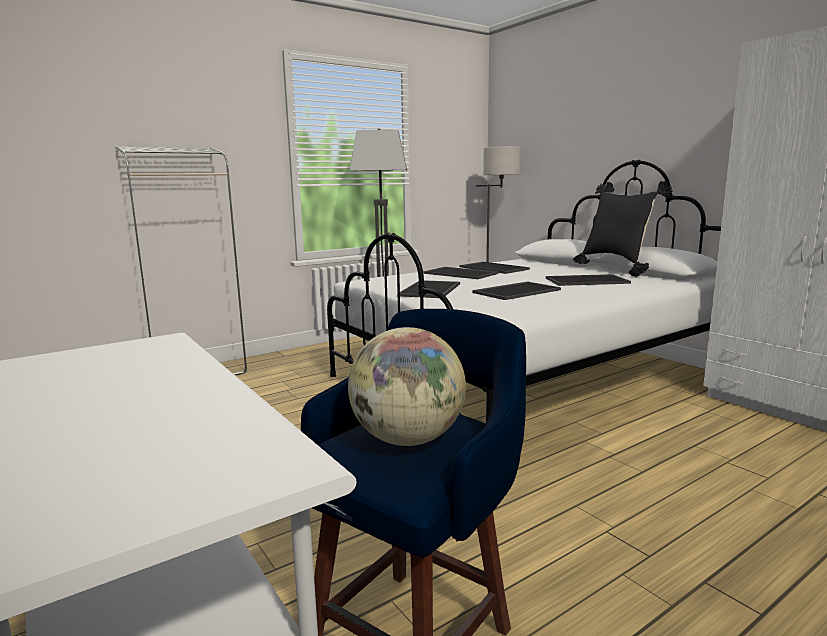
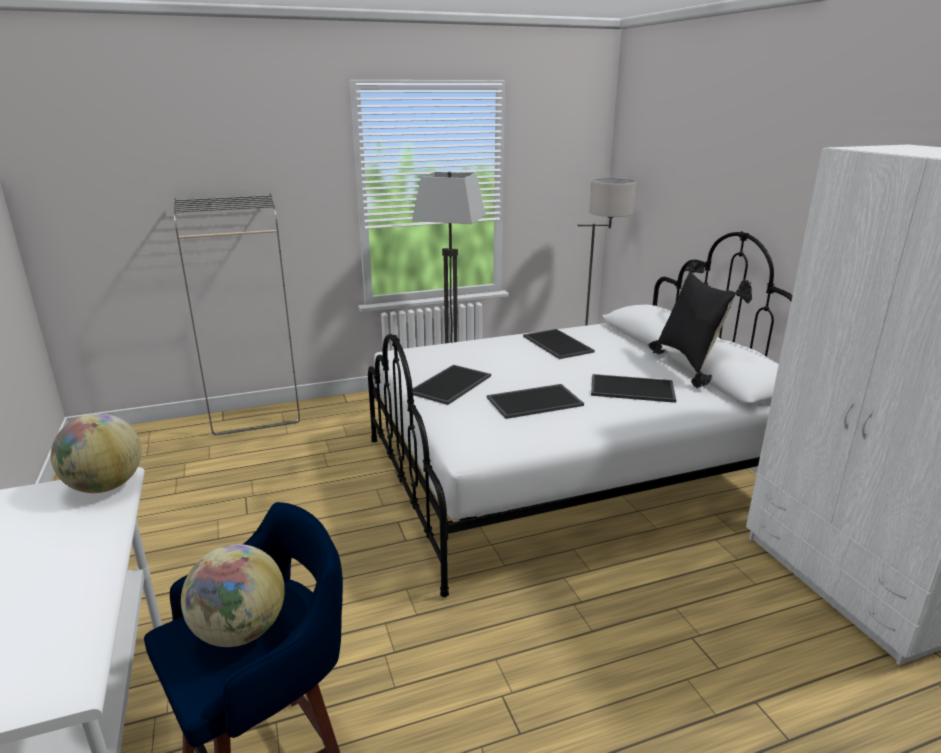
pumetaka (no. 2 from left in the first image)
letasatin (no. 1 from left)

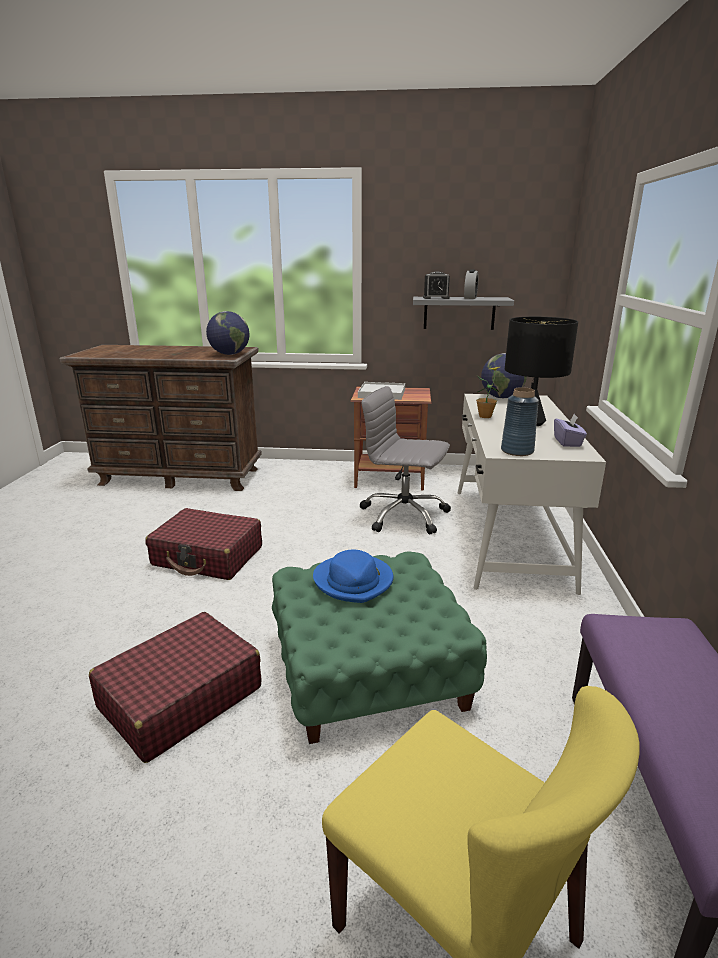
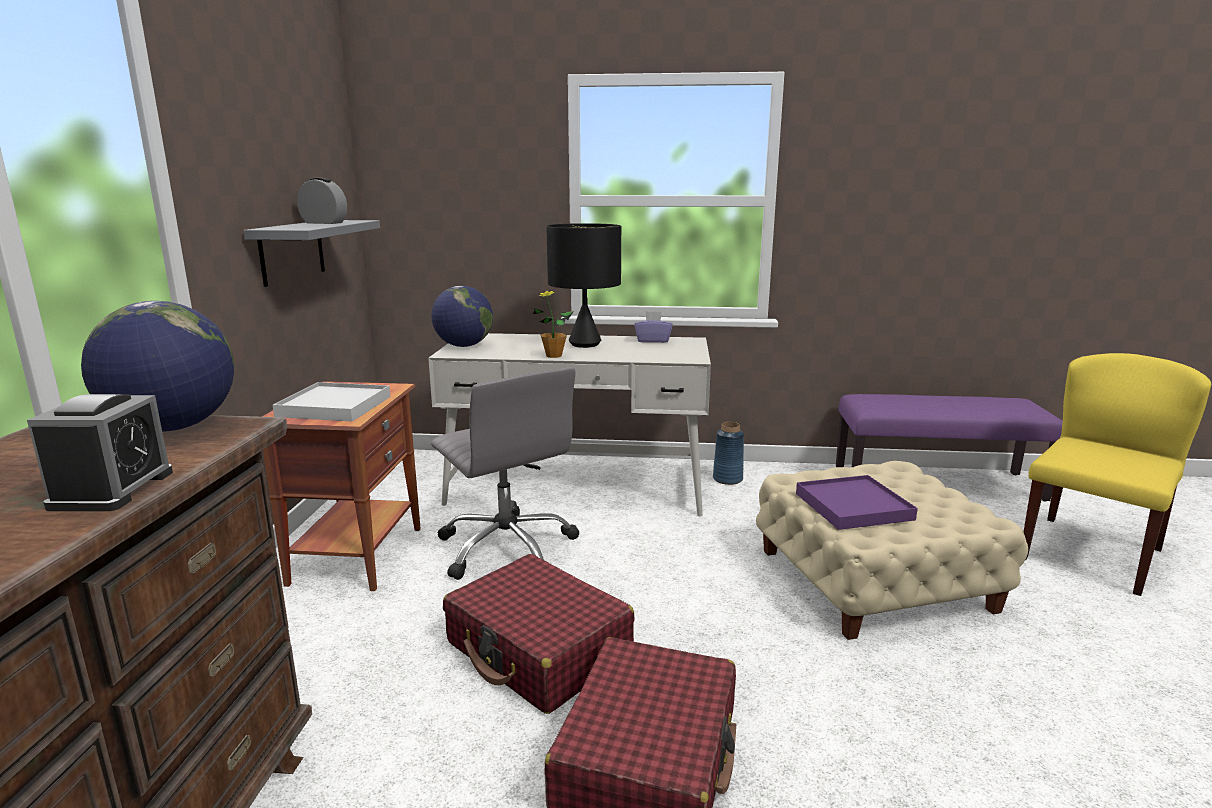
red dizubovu (no. 1 from left)
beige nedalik
purple pumetaka
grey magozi
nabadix (no. 1 from left)
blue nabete

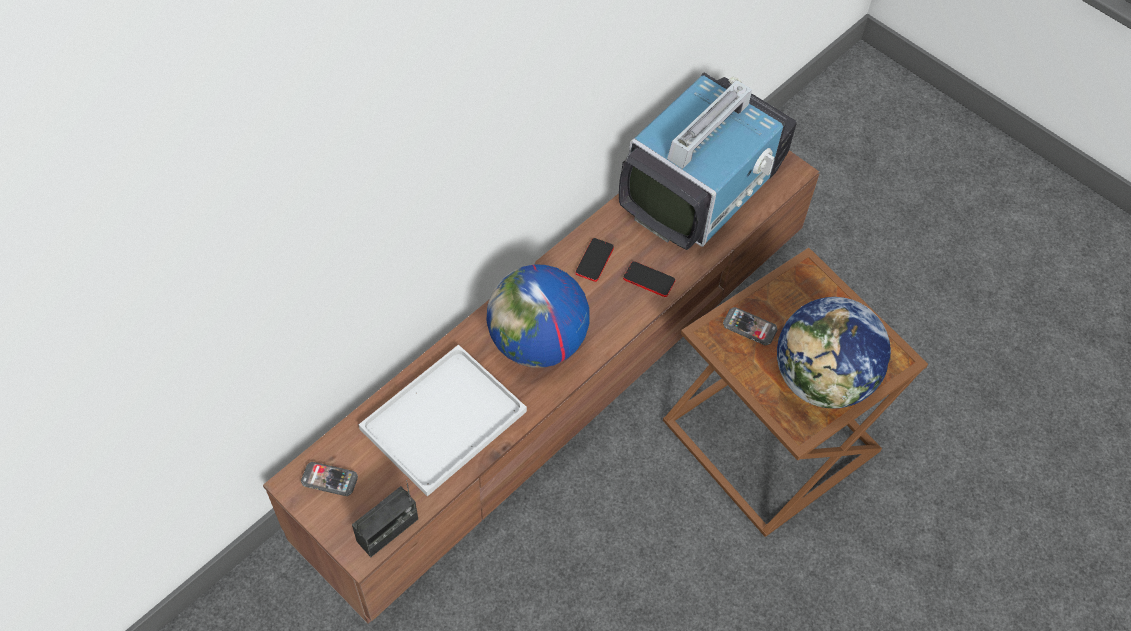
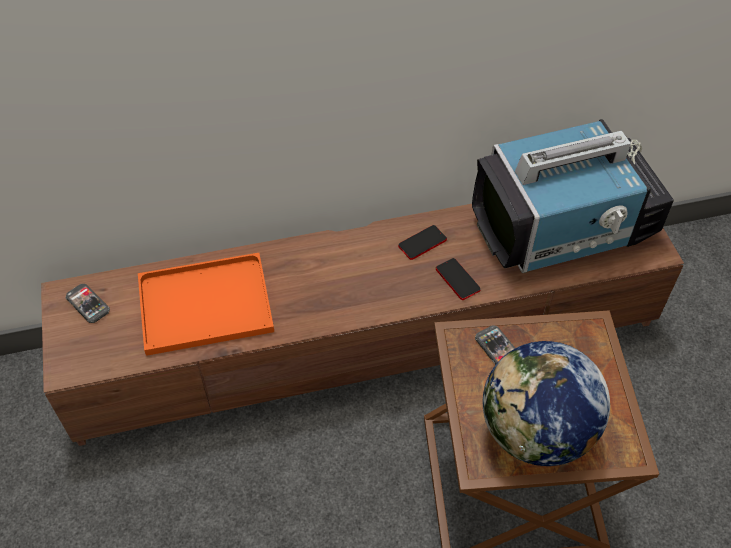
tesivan
orange pumetaka
letasatin (no. 1 from left in the first image)

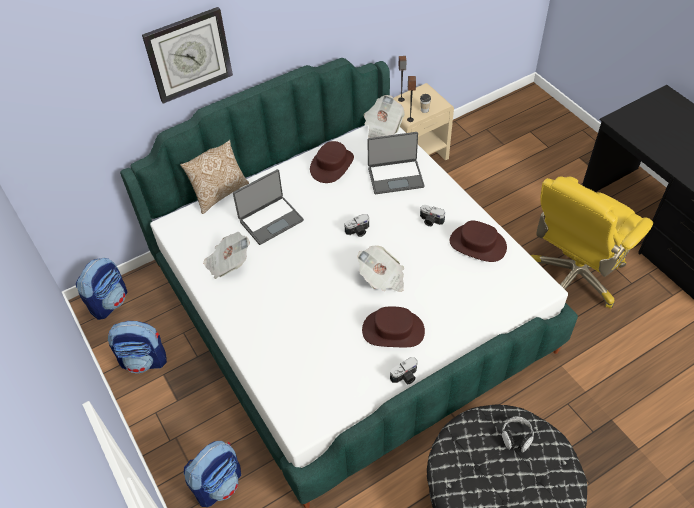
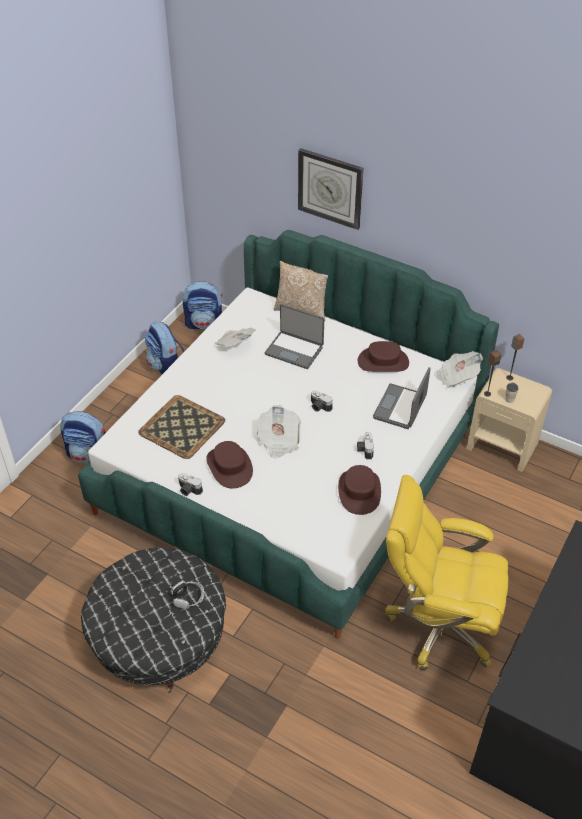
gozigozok (no. 2 from left)
pumetaka

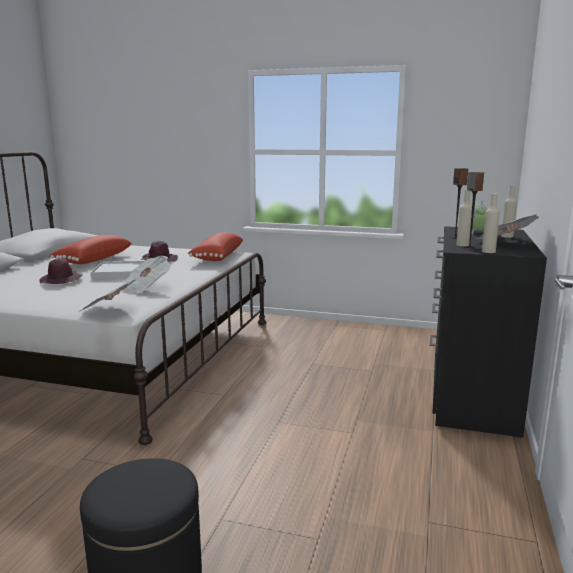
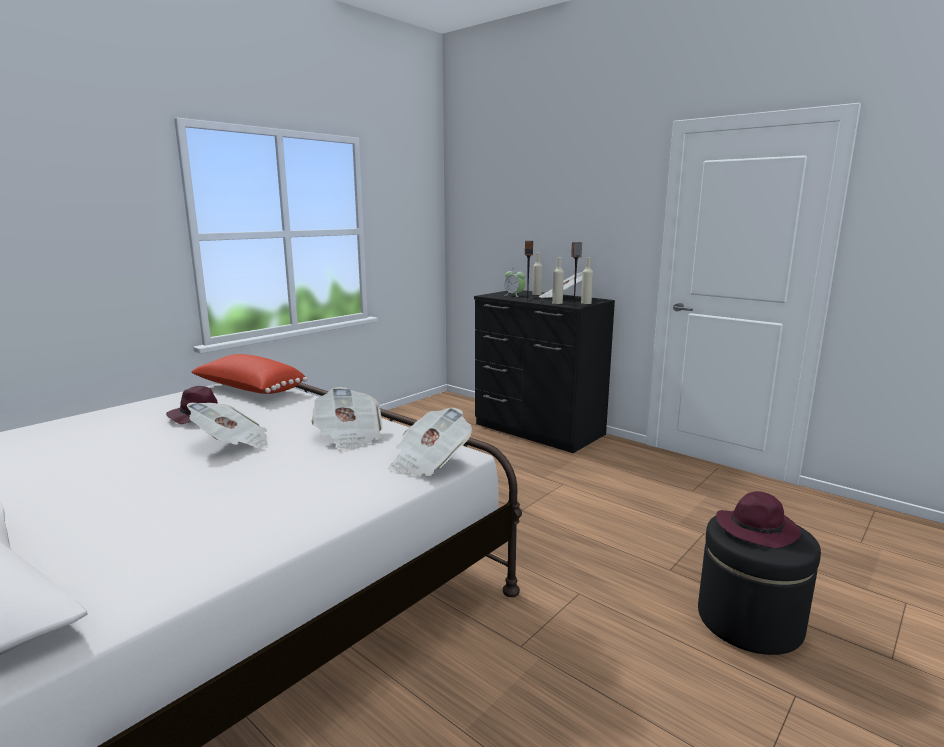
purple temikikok (no. 2 from left)
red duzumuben (no. 1 from left in the first image)
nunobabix (no. 1 from left)

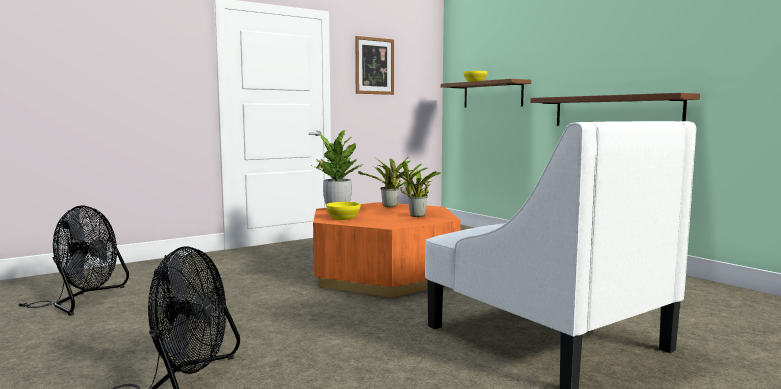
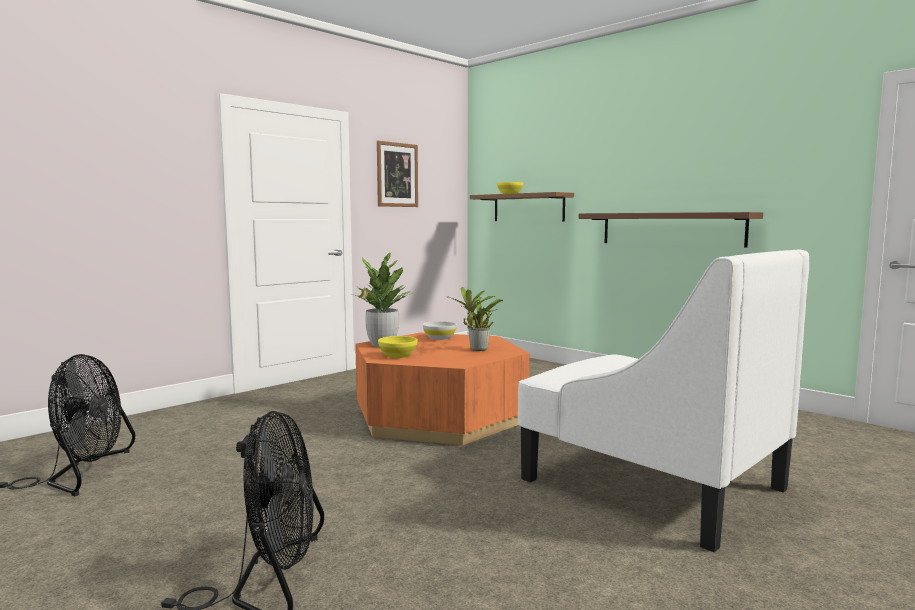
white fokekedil

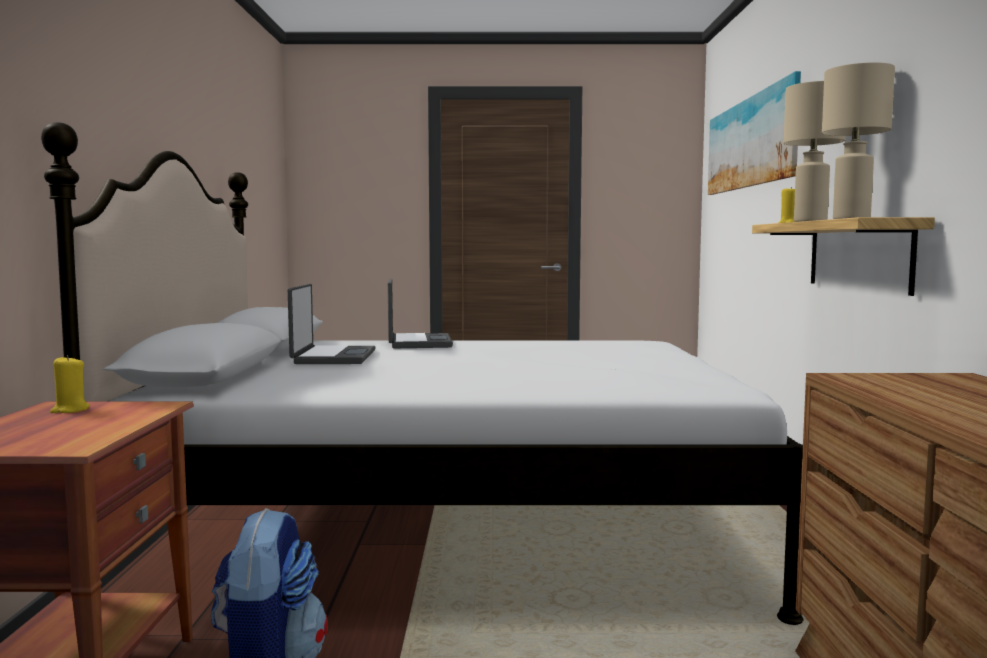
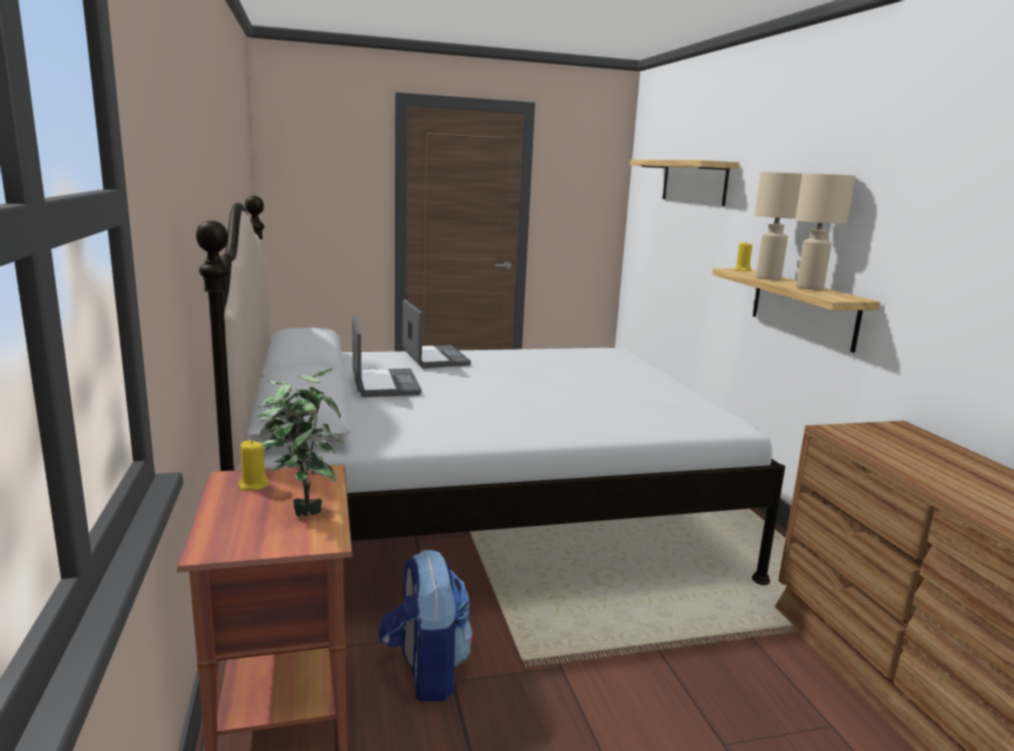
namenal (no. 1 from left)
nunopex

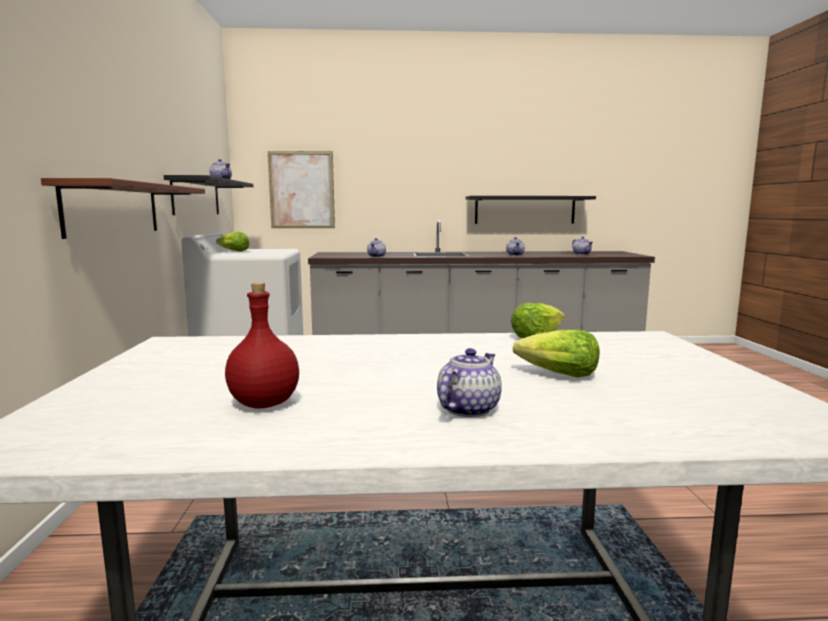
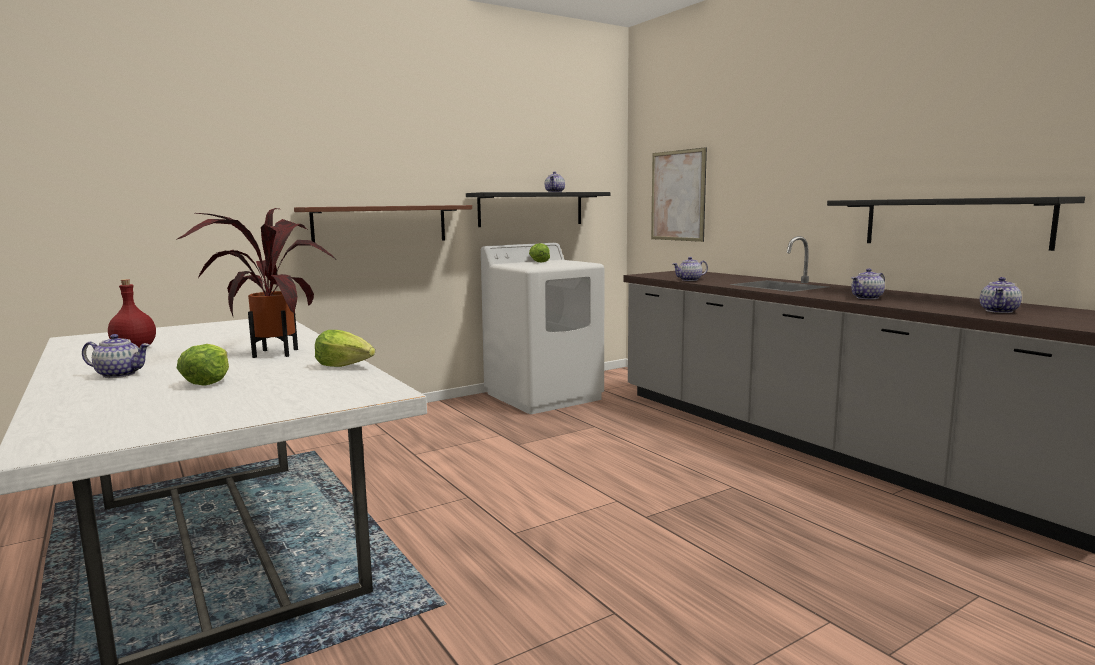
nunopex

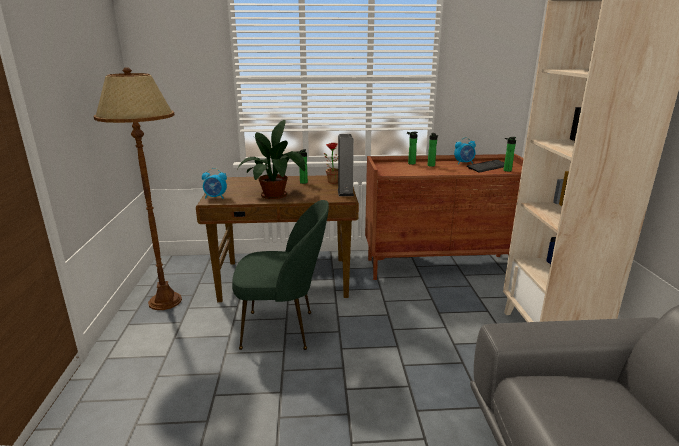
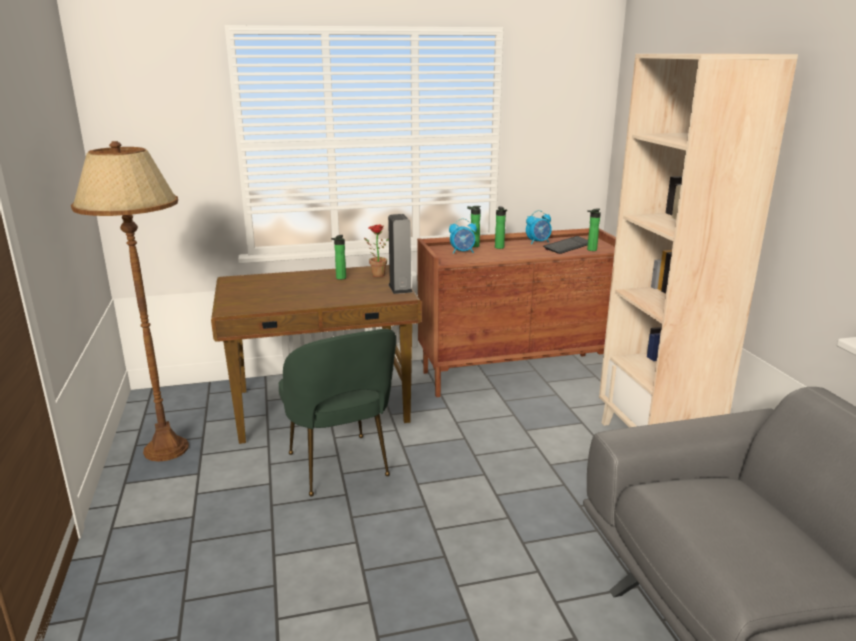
nabadix (no. 1 from left)
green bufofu
nunopex (no. 1 from left in the first image)

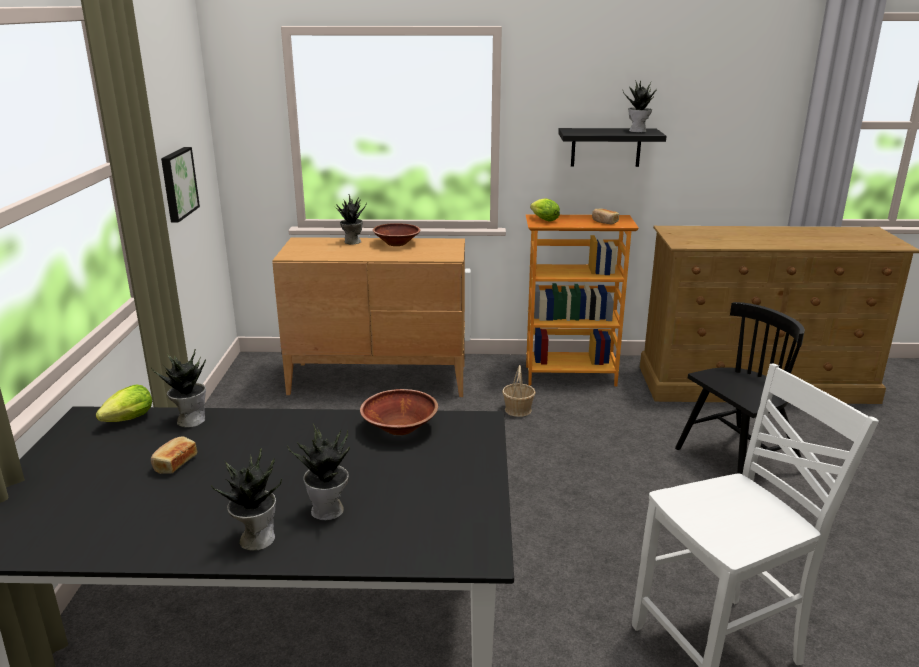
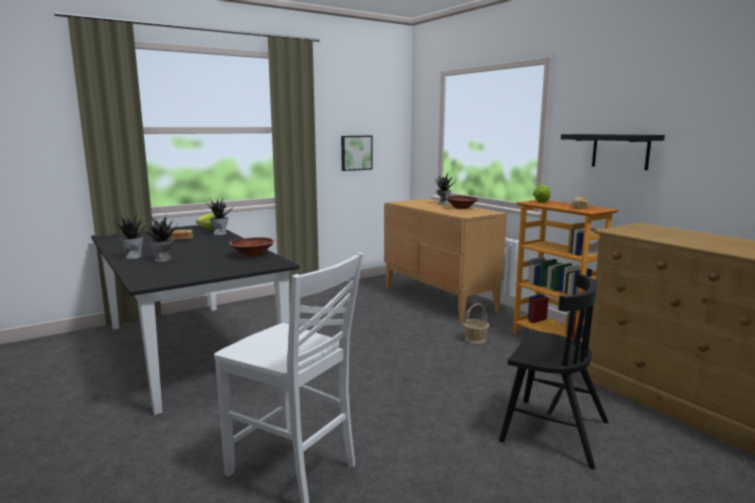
nunopex (no. 5 from left in the first image)

